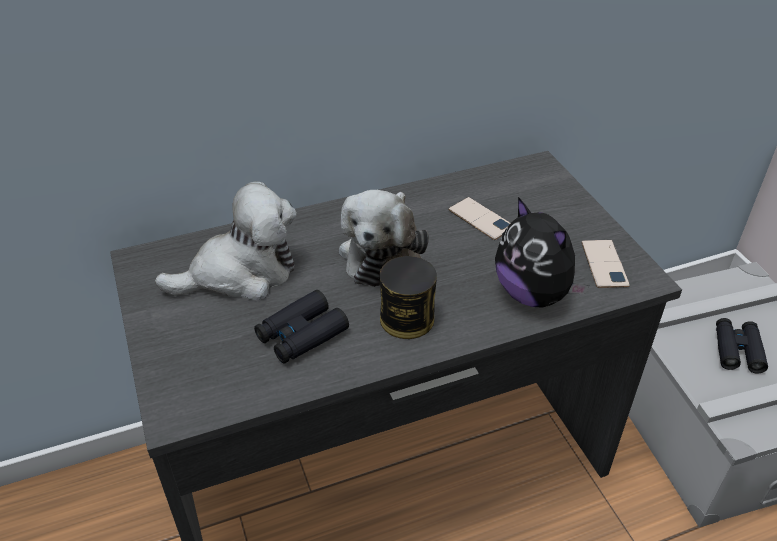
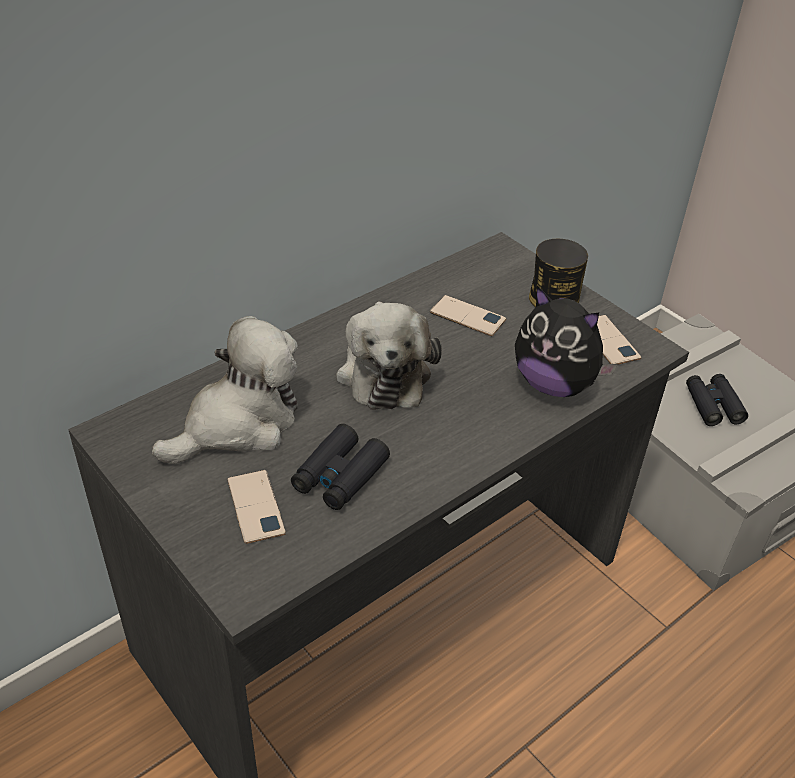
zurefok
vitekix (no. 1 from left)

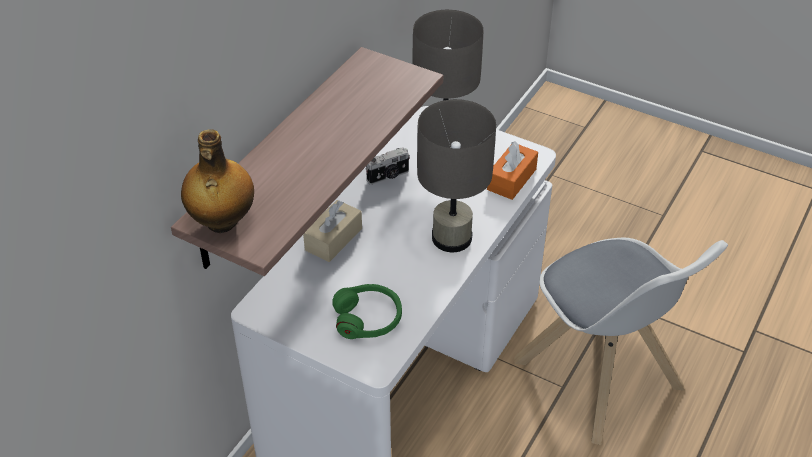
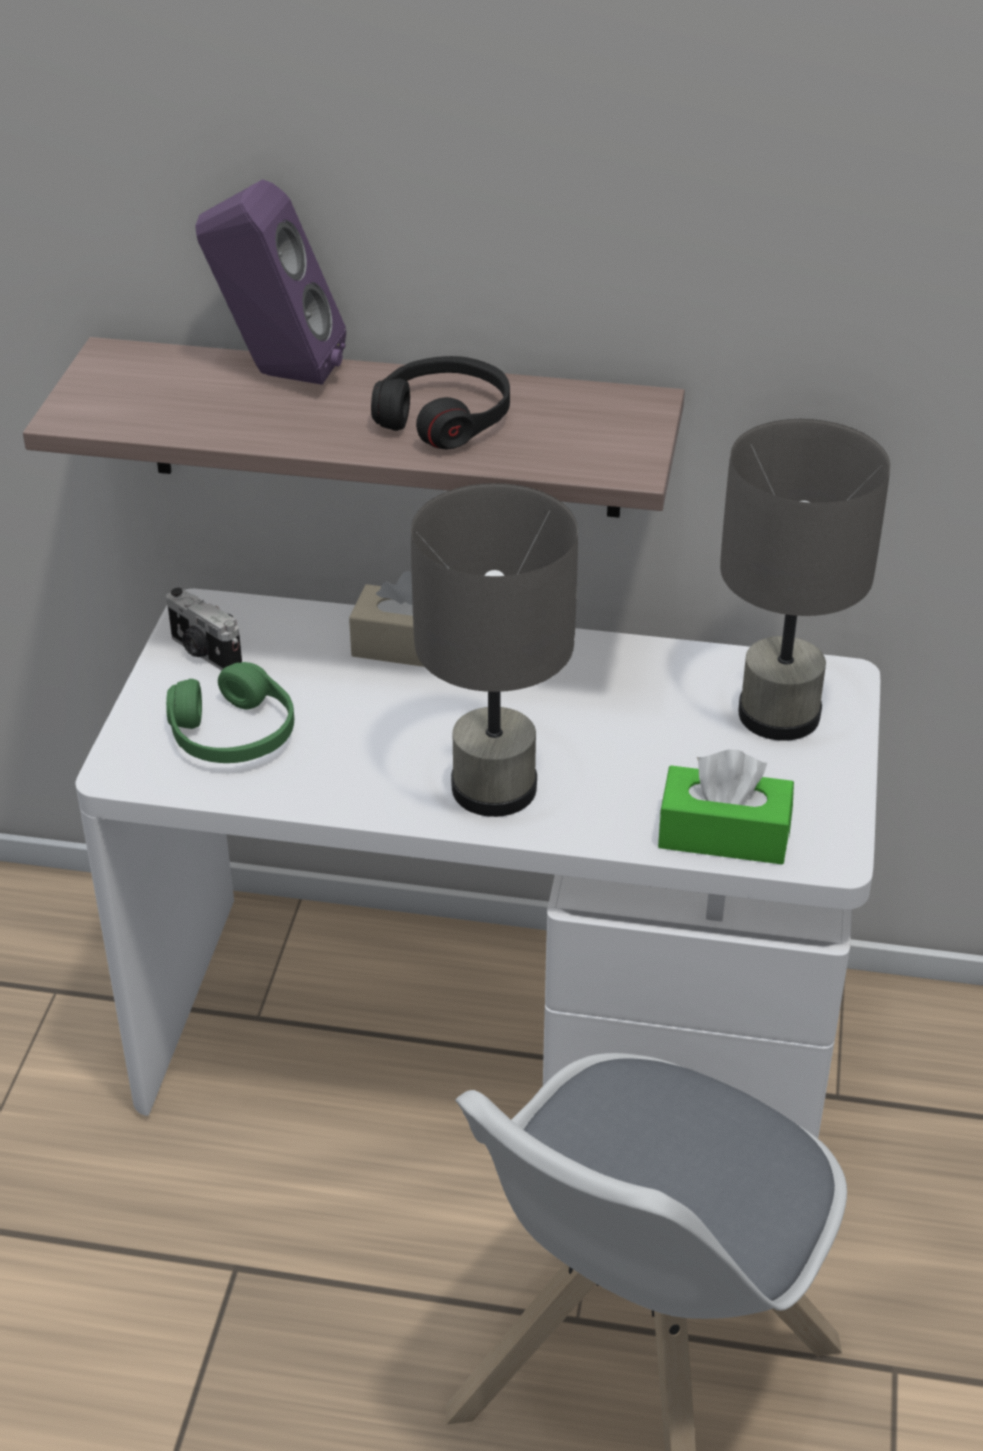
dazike
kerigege
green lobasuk
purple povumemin
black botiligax

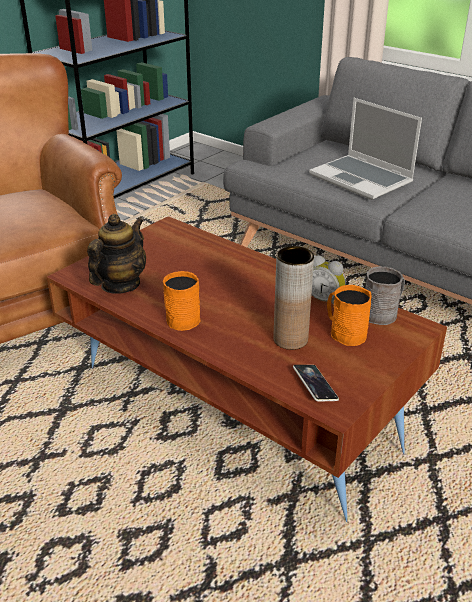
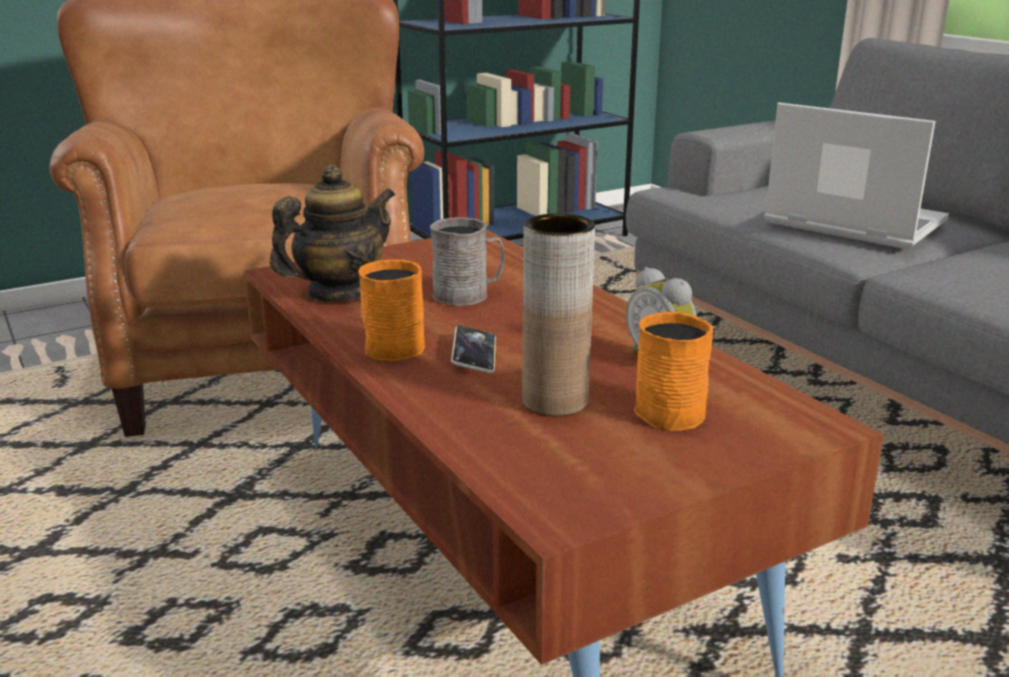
vitekix
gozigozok
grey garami

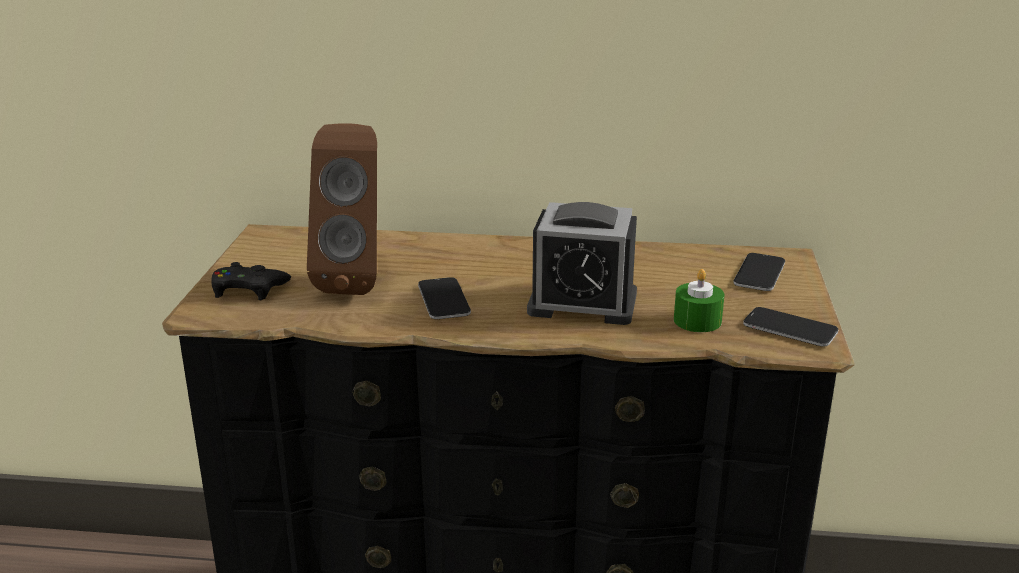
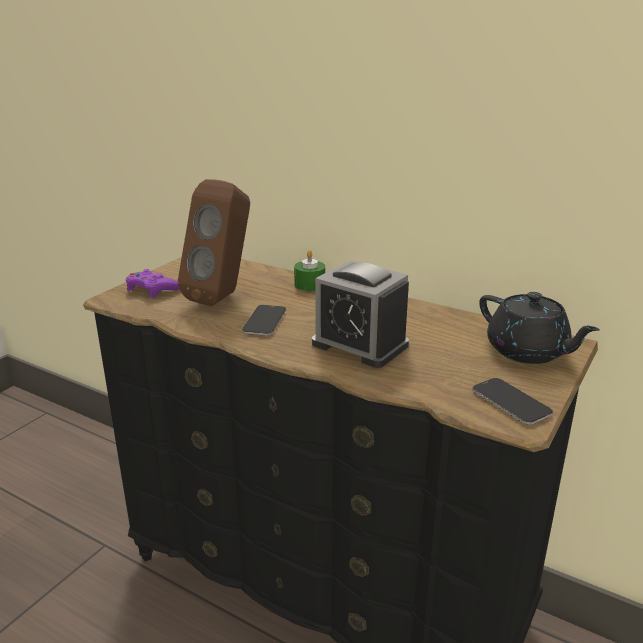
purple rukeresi
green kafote
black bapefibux

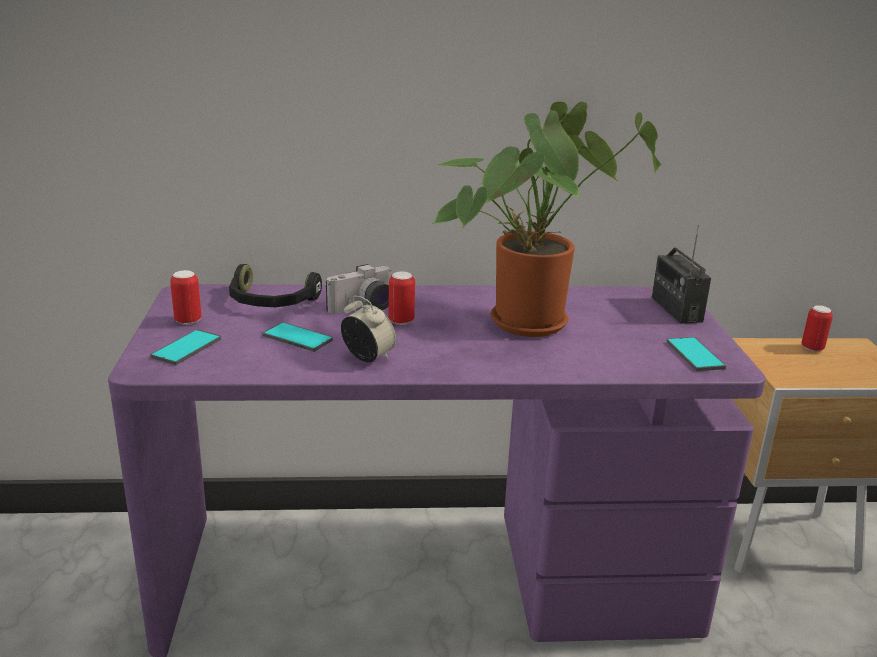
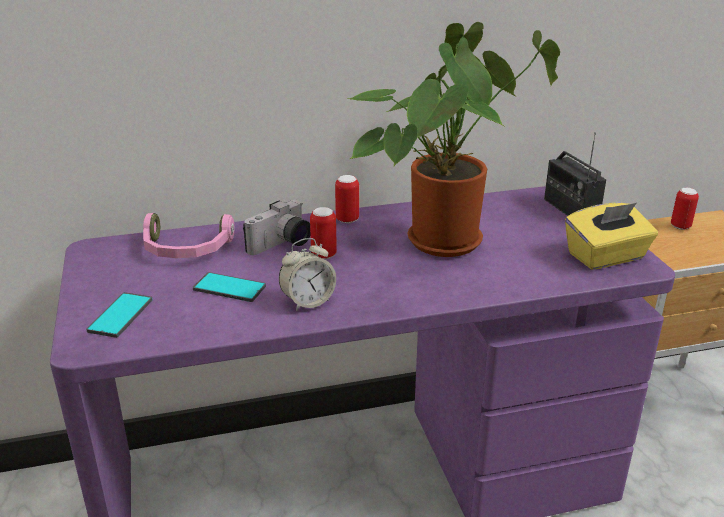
zurefok (no. 2 from left)
pink botiligax
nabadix
yellow lobasuk

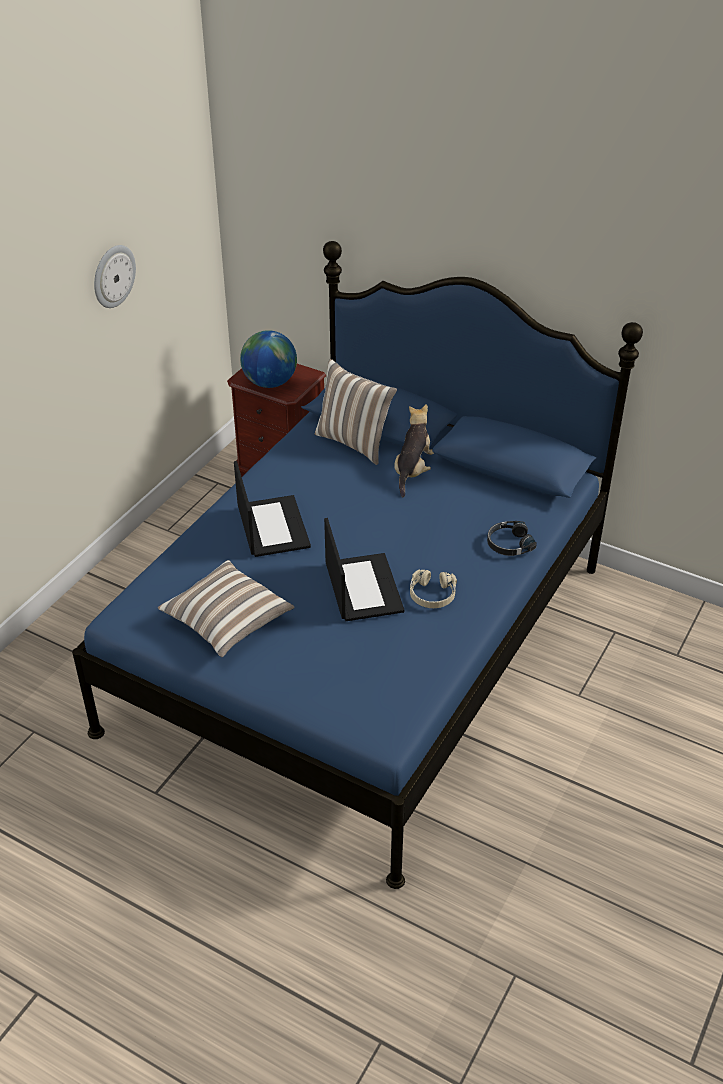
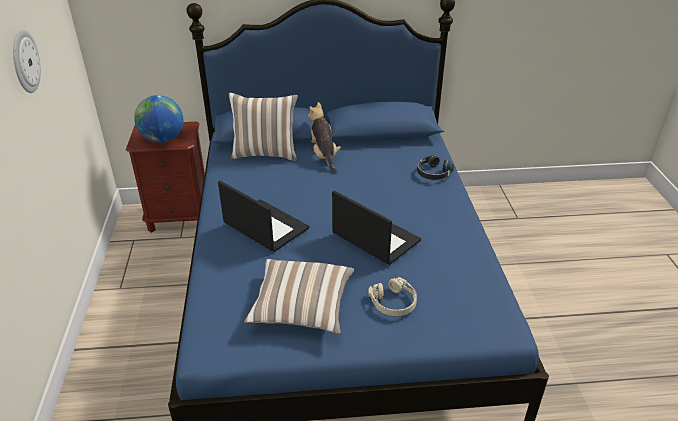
beige botiligax

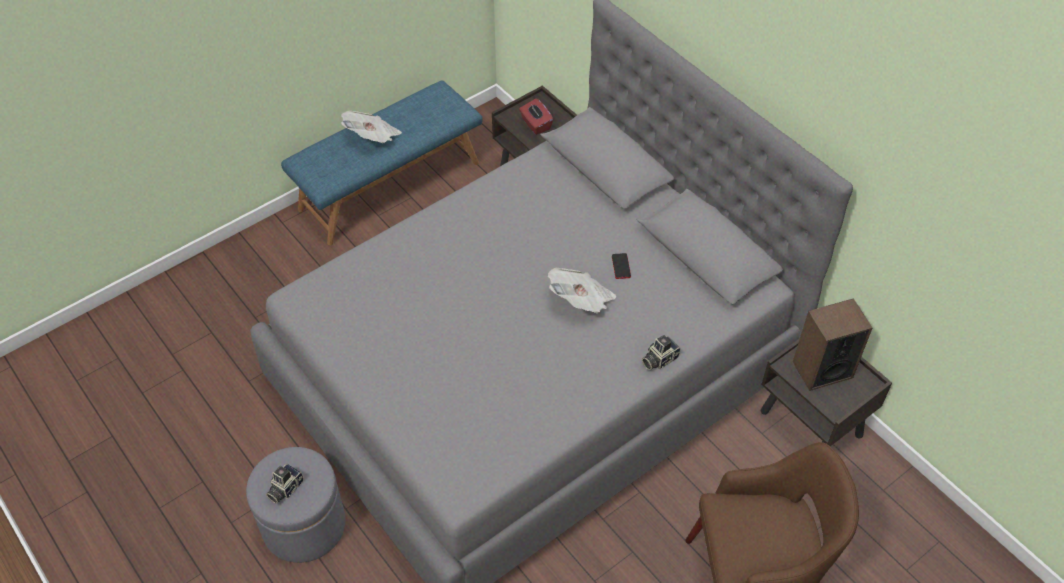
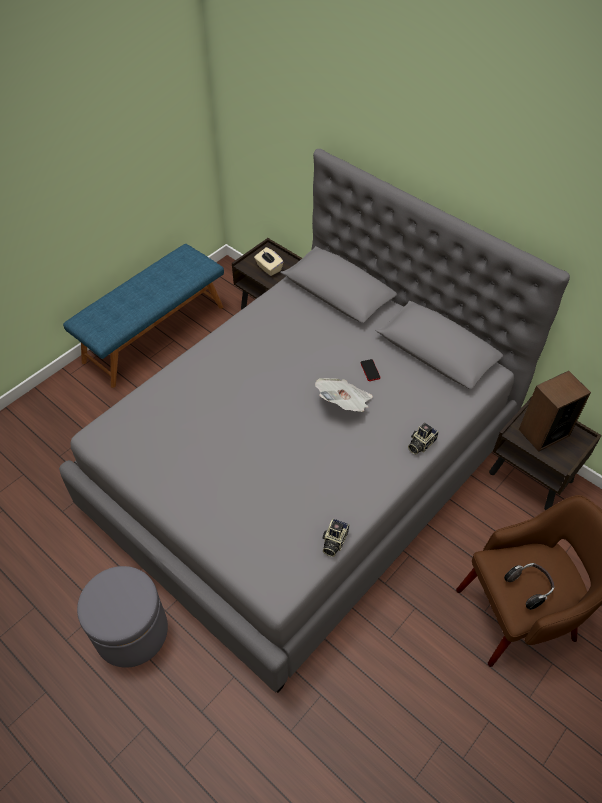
kerigege (no. 1 from left)
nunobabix (no. 1 from left in the first image)
beige lobasuk
botiligax

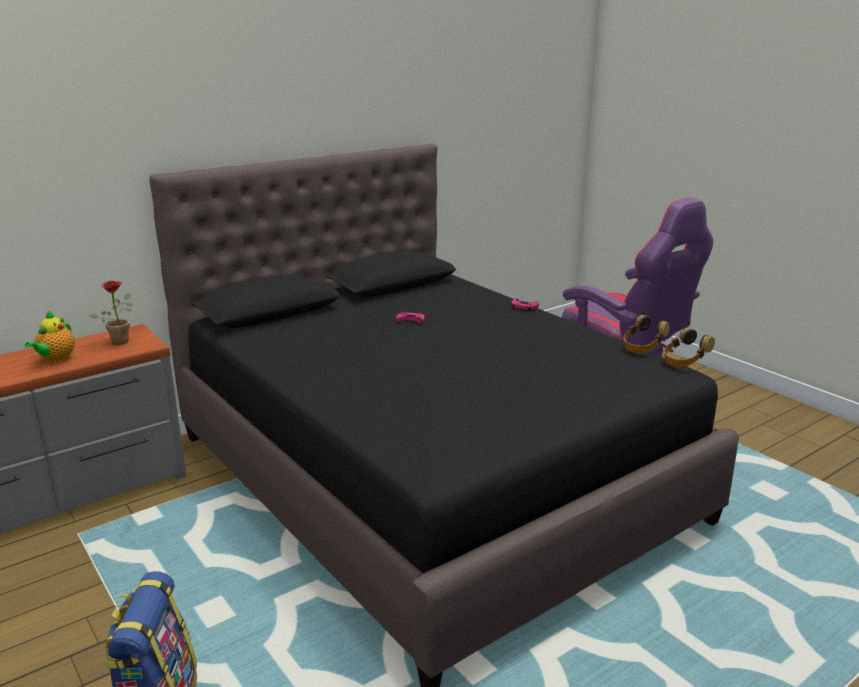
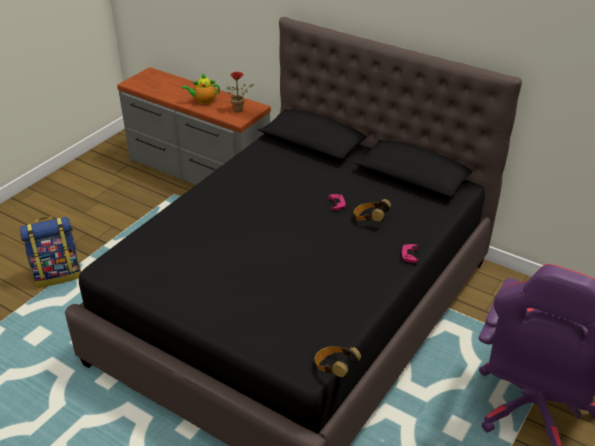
botiligax (no. 2 from left)

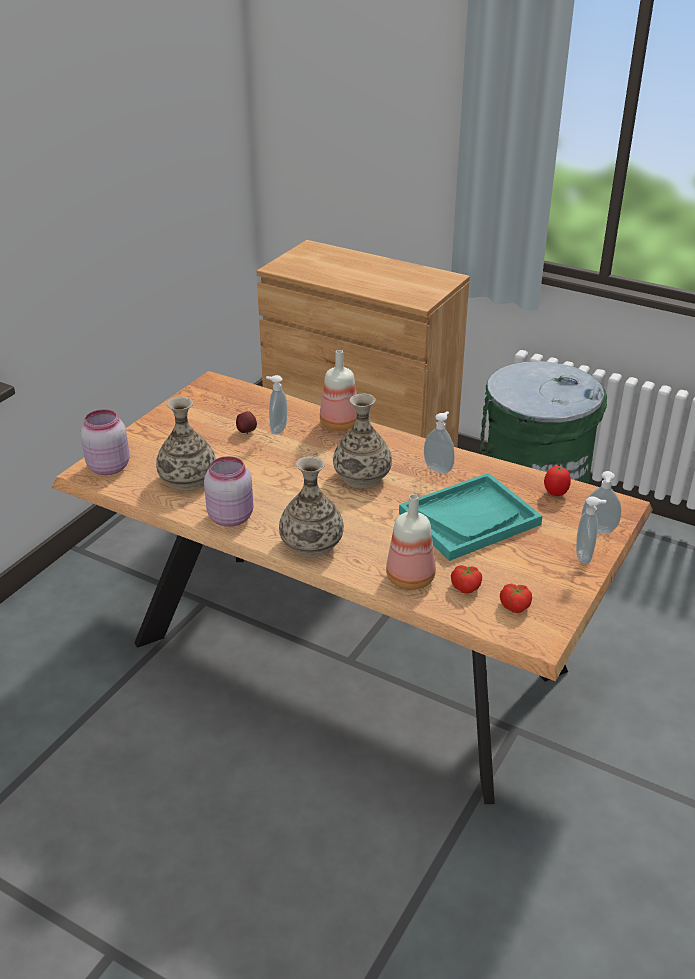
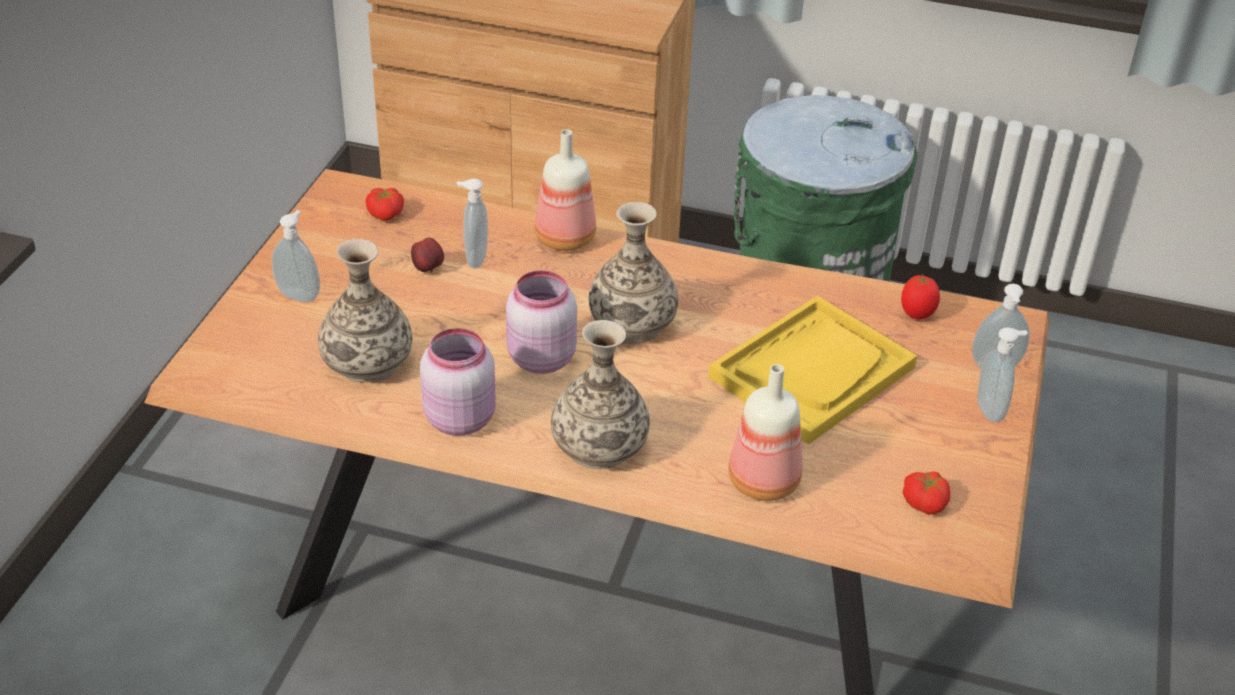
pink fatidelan (no. 2 from left)
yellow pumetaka
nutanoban (no. 1 from left)
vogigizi (no. 1 from left)

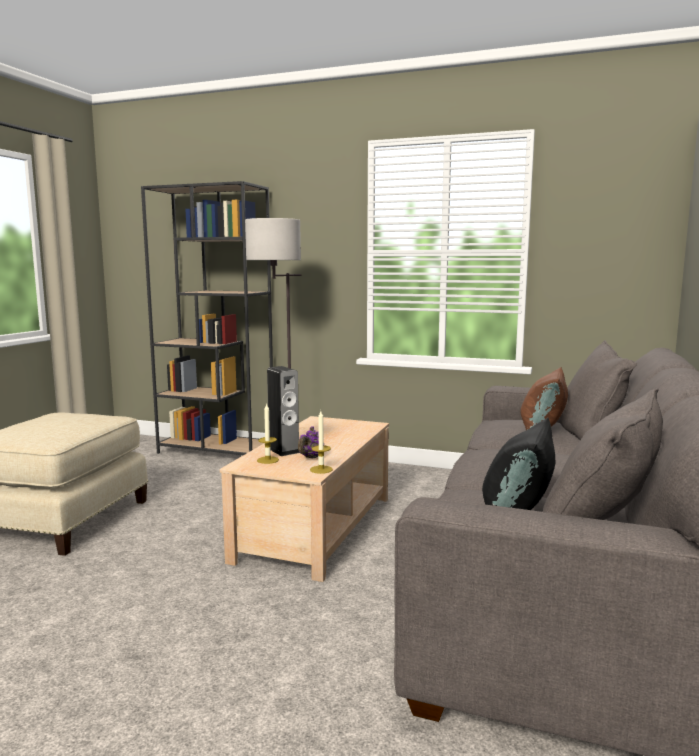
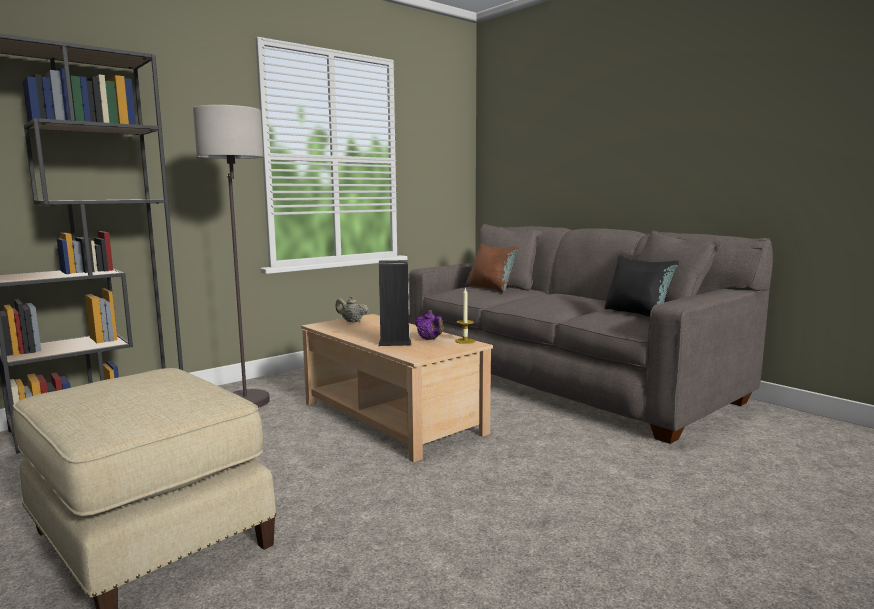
kafote (no. 1 from left in the first image)
beige bapefibux

